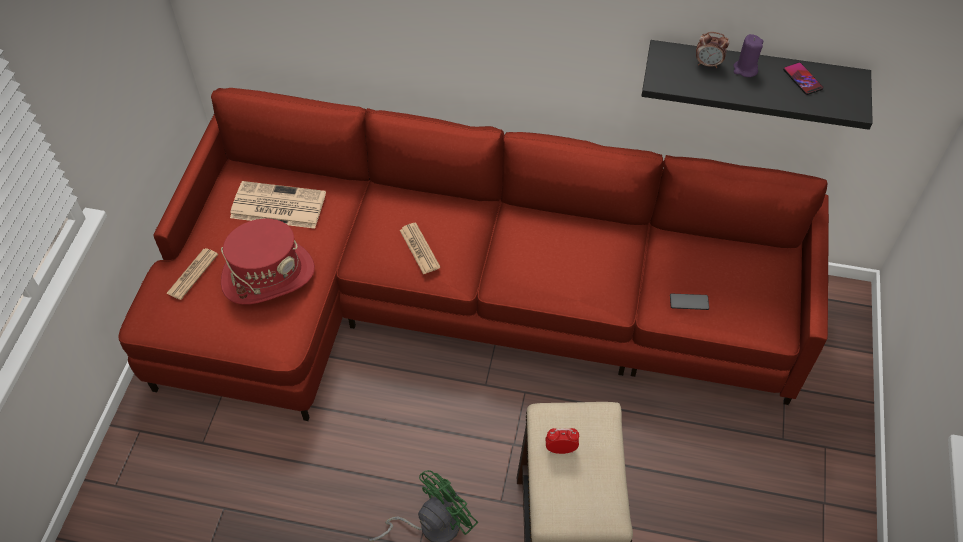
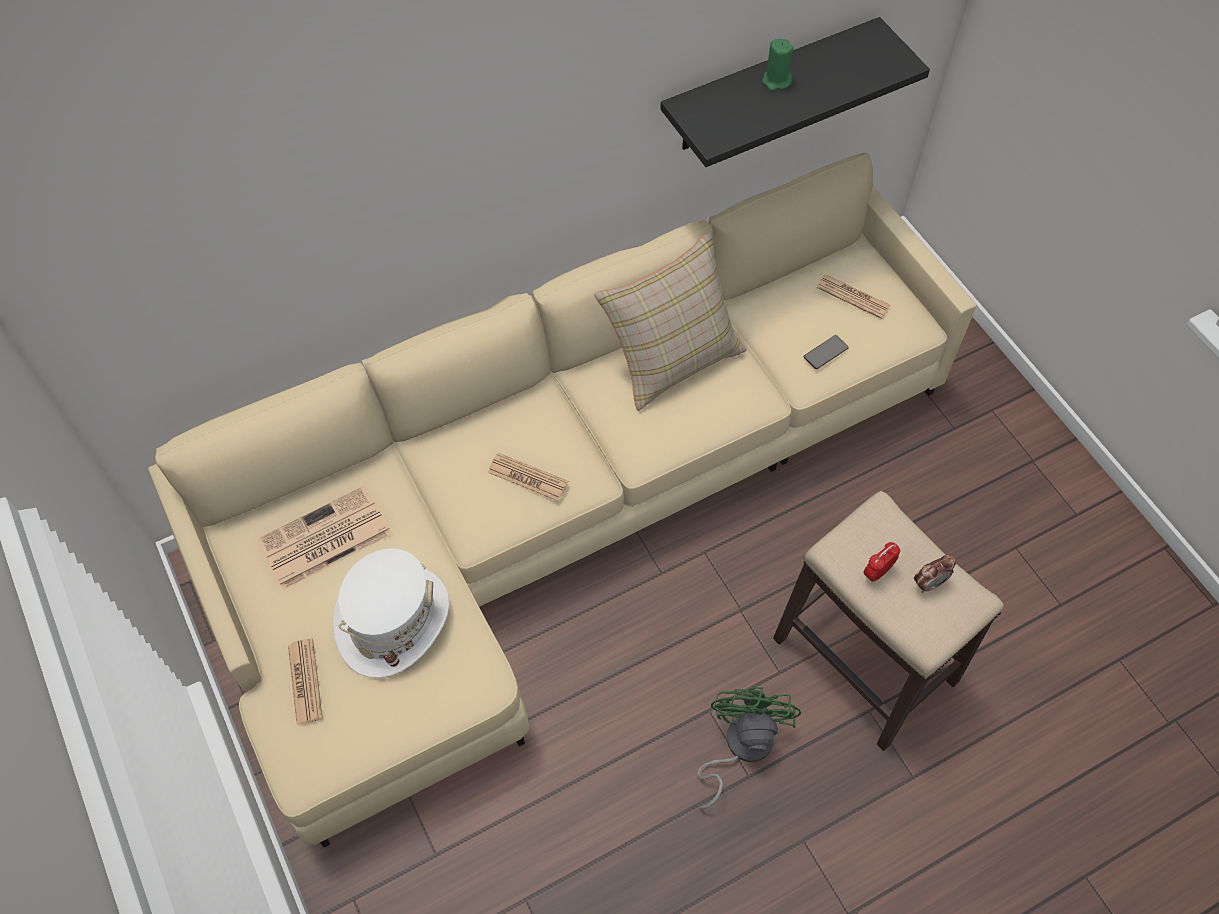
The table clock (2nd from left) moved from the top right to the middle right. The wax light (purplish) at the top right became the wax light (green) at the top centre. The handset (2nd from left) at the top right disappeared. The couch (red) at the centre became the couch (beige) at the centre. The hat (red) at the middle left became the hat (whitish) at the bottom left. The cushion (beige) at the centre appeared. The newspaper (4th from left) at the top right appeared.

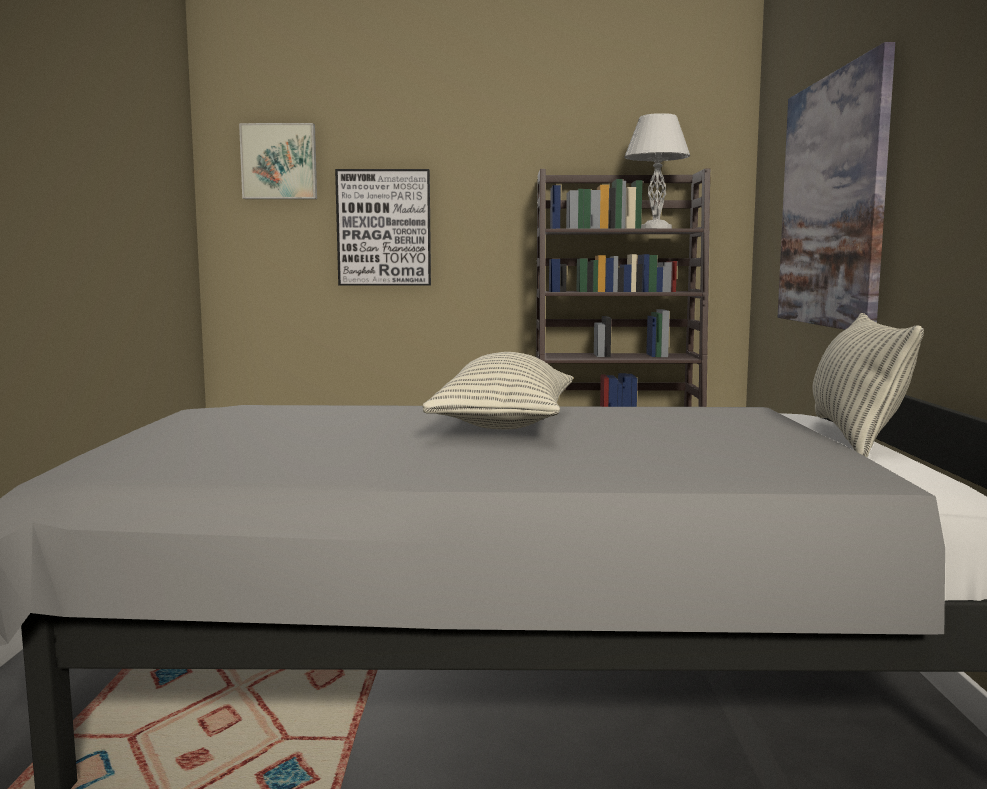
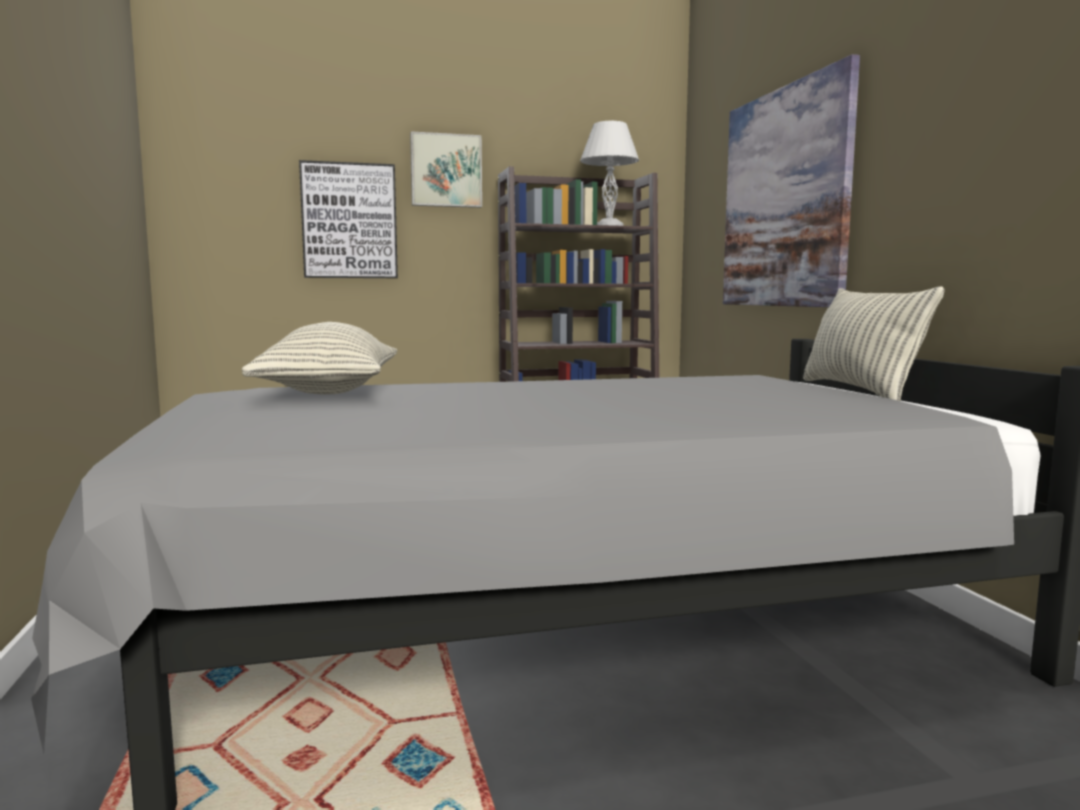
The picture (1st from left in the first image) moved from the top left to the top centre. The cushion (1st from left) moved from the centre to the middle left.

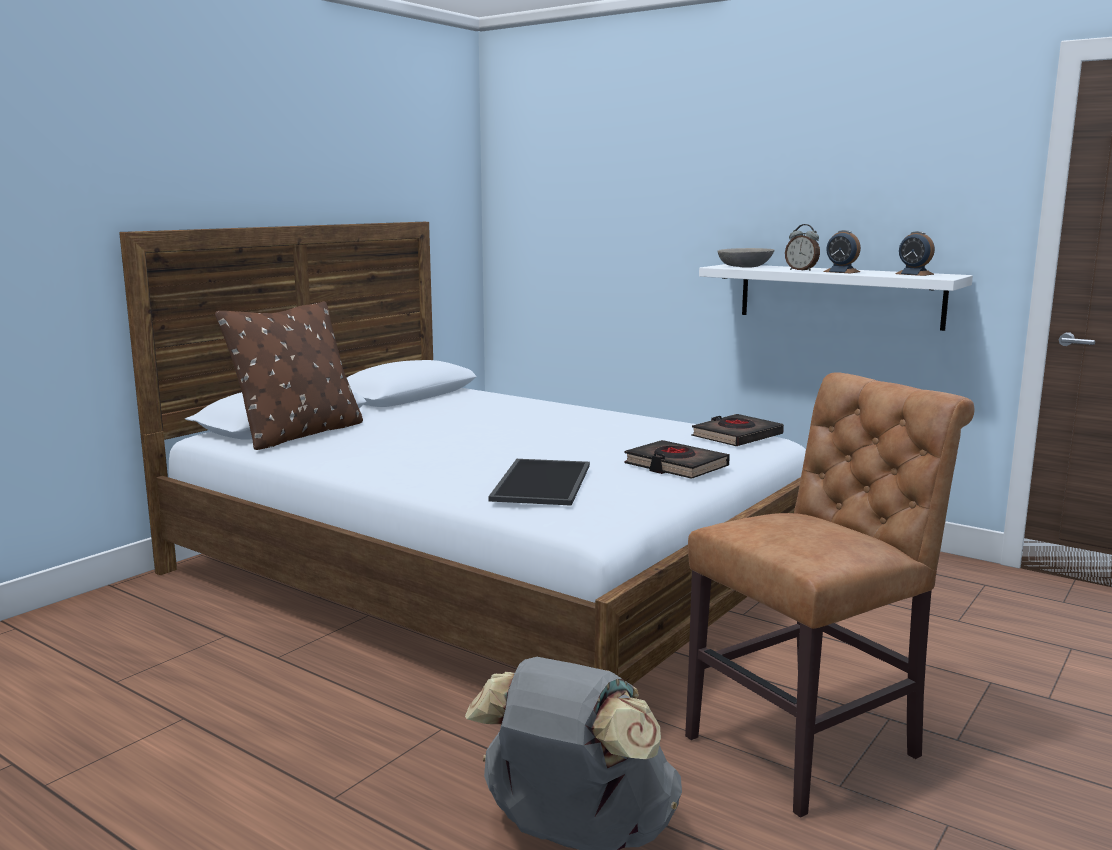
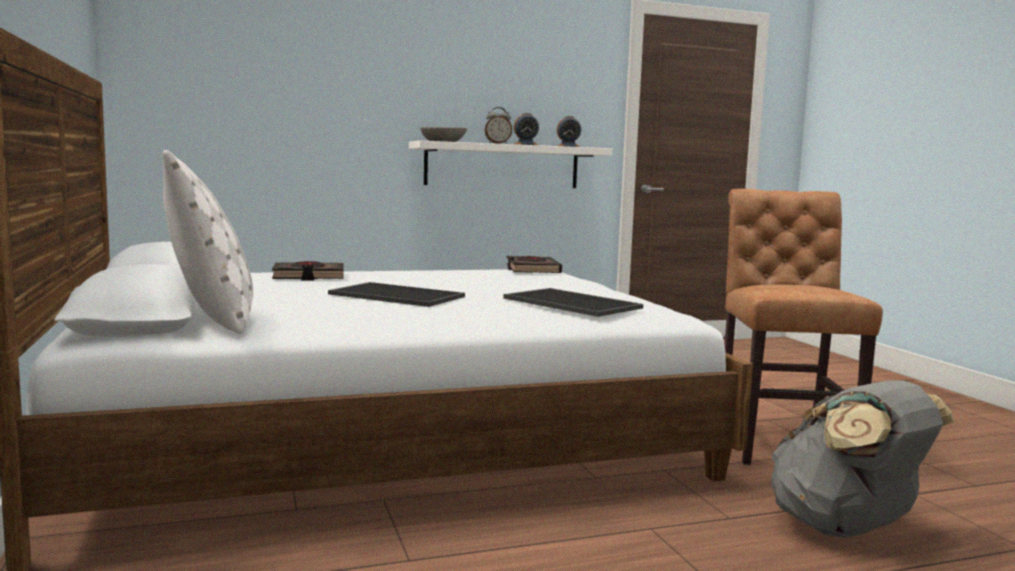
The cushion (brown-coloured) at the middle left became the cushion (whitish) at the middle left. The volume (blackish) (1st from left) moved from the centre to the middle left. The serving tray (1st from left) at the centre appeared.

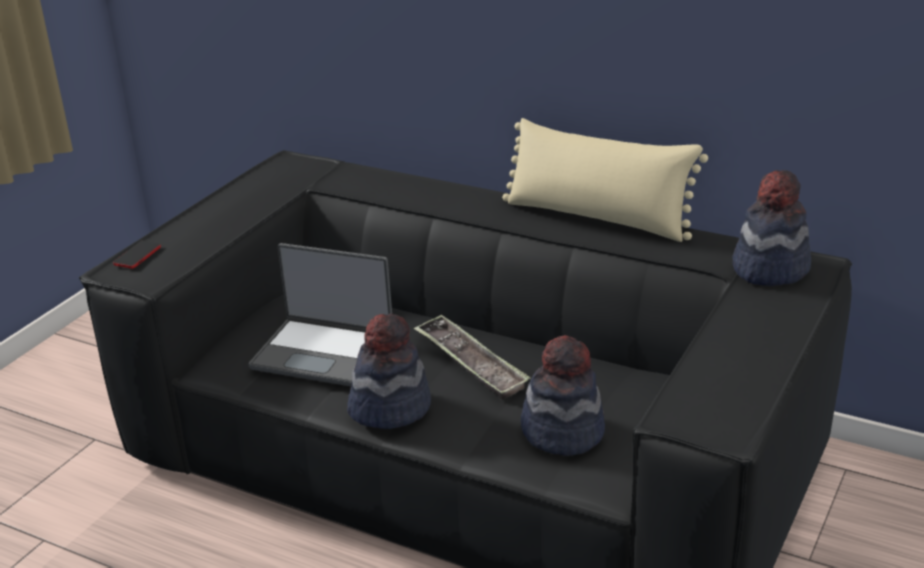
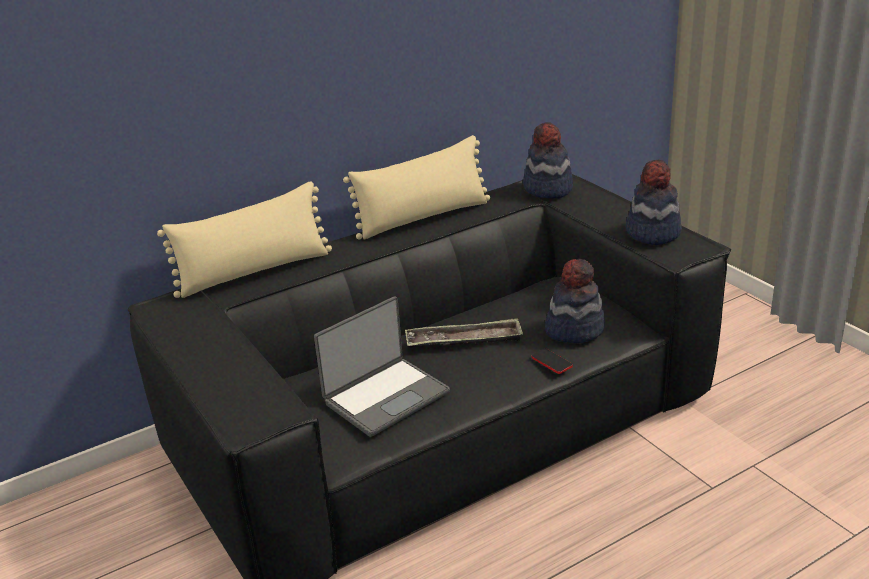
The handset moved from the middle left to the centre. The hat (1st from left in the first image) moved from the centre to the middle right. The cushion (beige) (1st from left) at the middle left appeared.

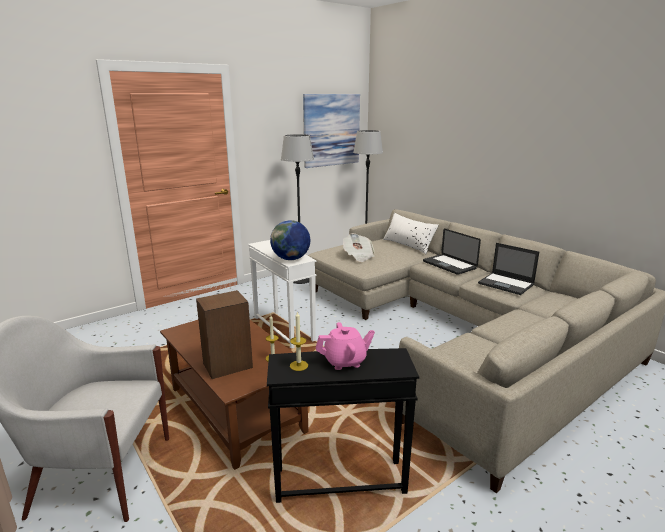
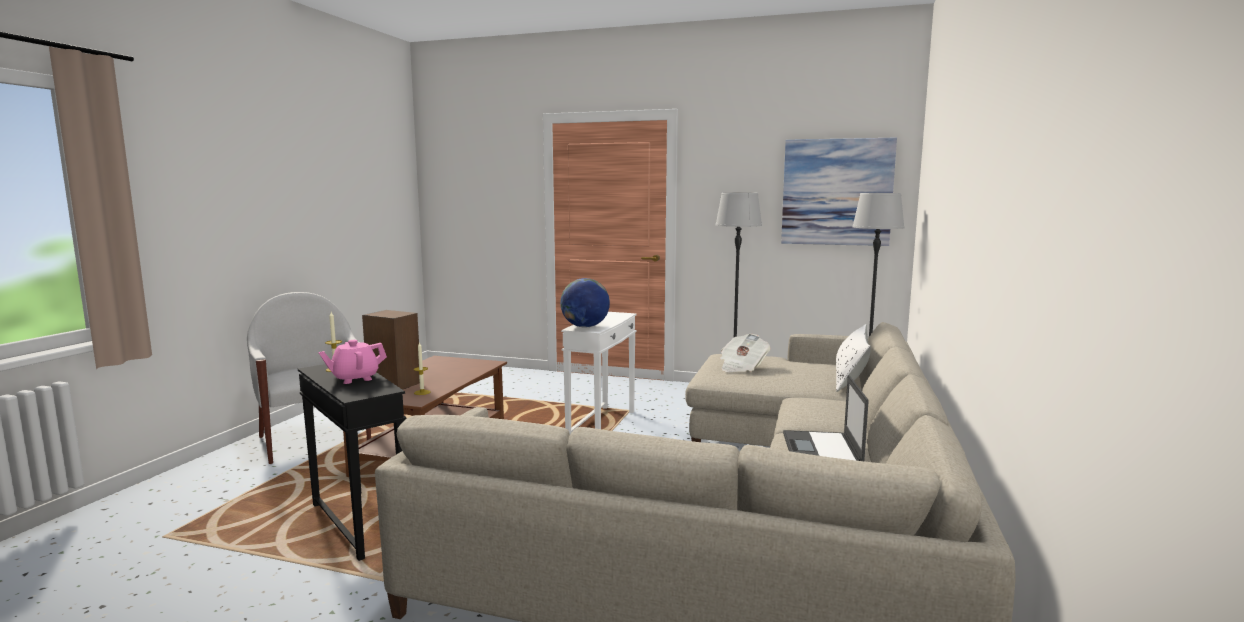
The portable computer (1st from left) at the middle right disappeared. The tea pot (pink) at the centre turned 105 degrees clockwise.

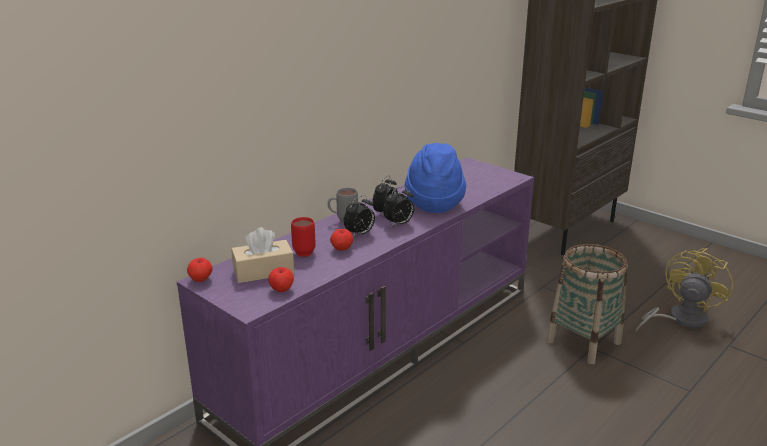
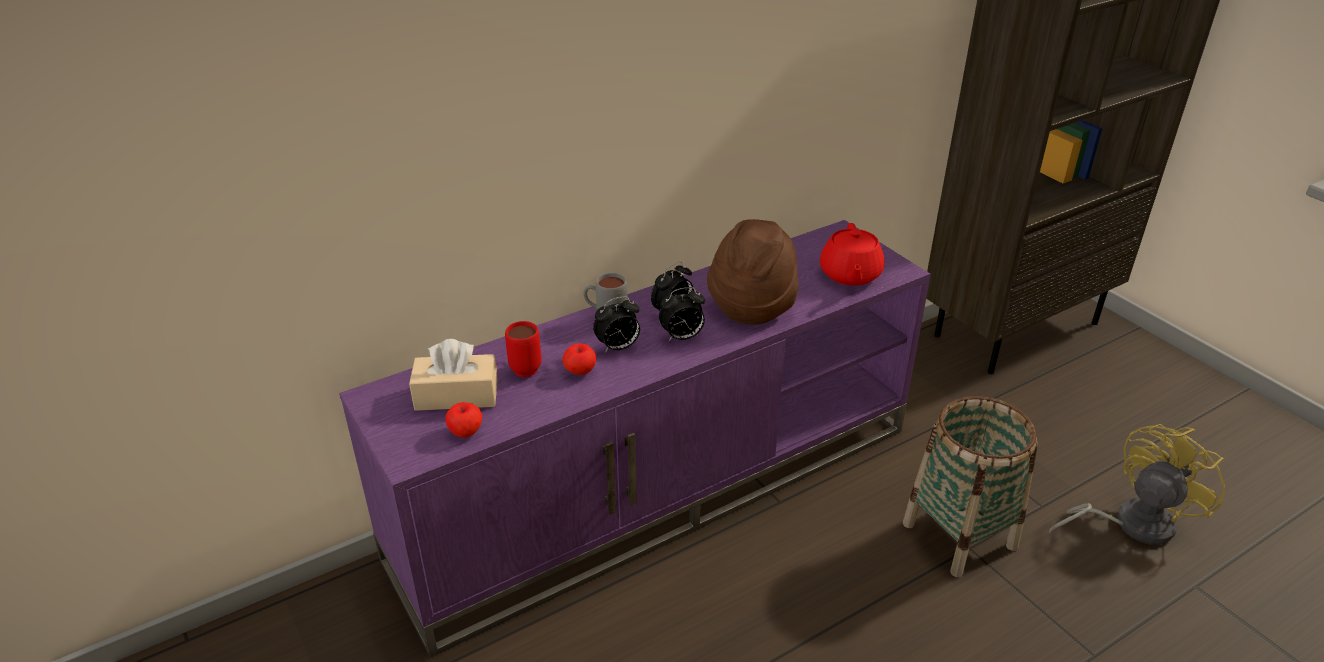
The hat (blue) at the centre became the hat (brown-coloured) at the centre. The apple (1st from left) at the middle left disappeared. The tea pot (red) at the centre appeared.

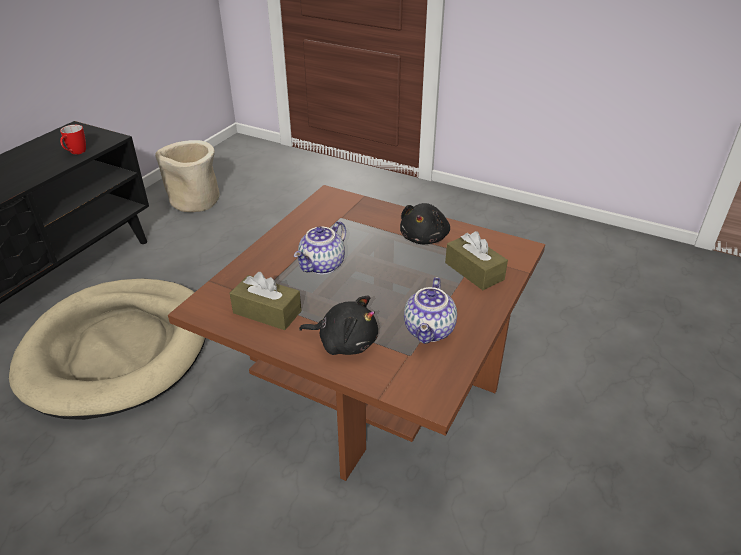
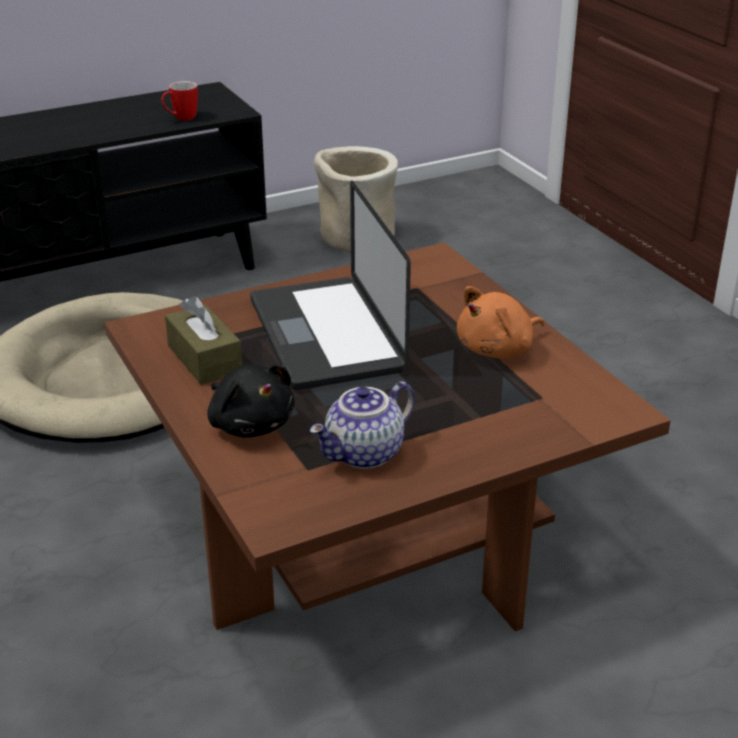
The soft toy (blackish) (2nd from left) at the centre became the soft toy (orange) at the middle right. The tea pot (1st from left) at the centre was replaced by the portable computer at the centre. The box of tissues (brown-coloured) (2nd from left) at the centre disappeared.

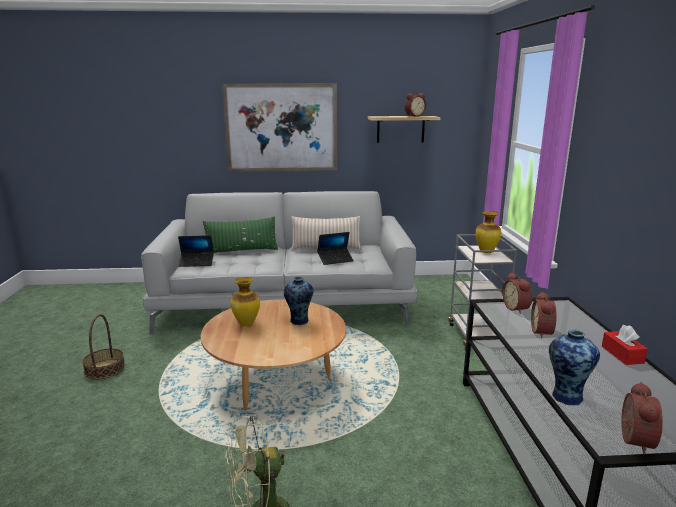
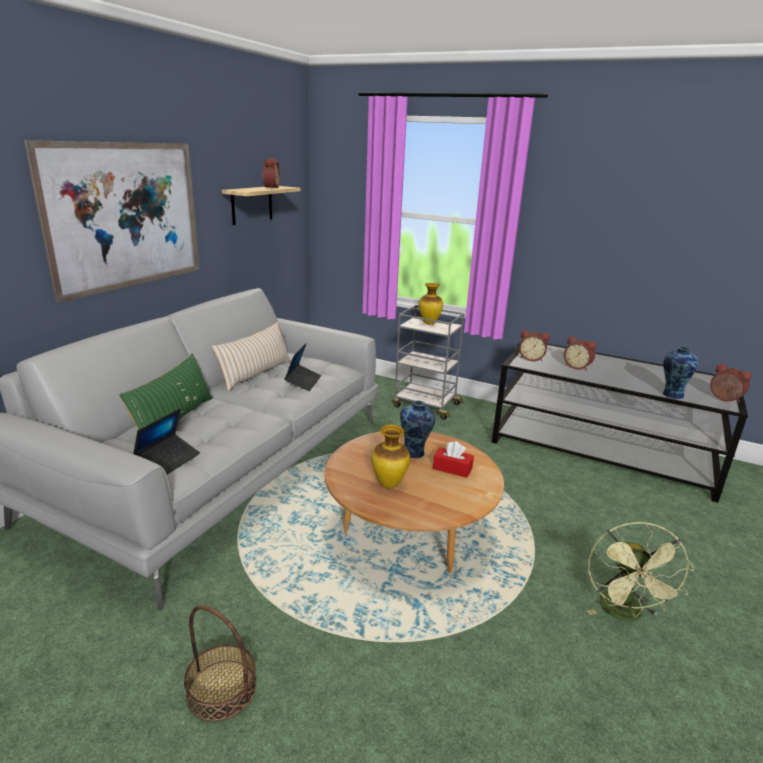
The box of tissues (red) moved from the bottom right to the centre.

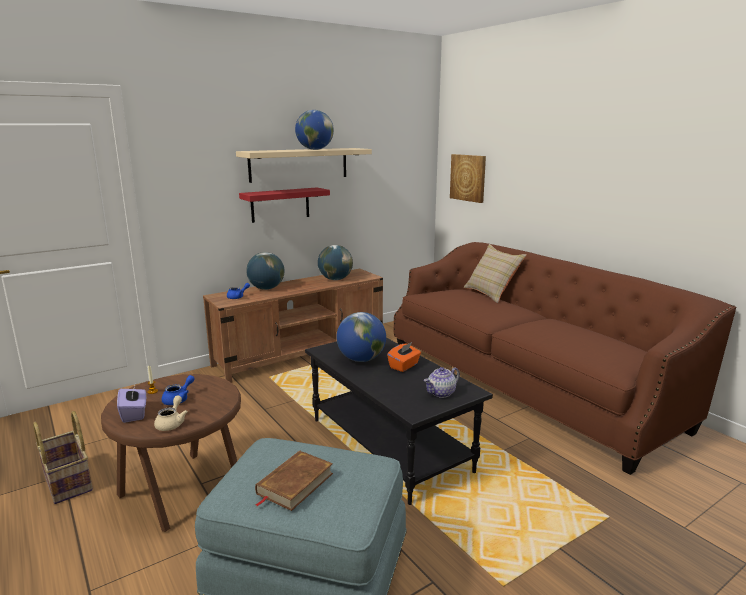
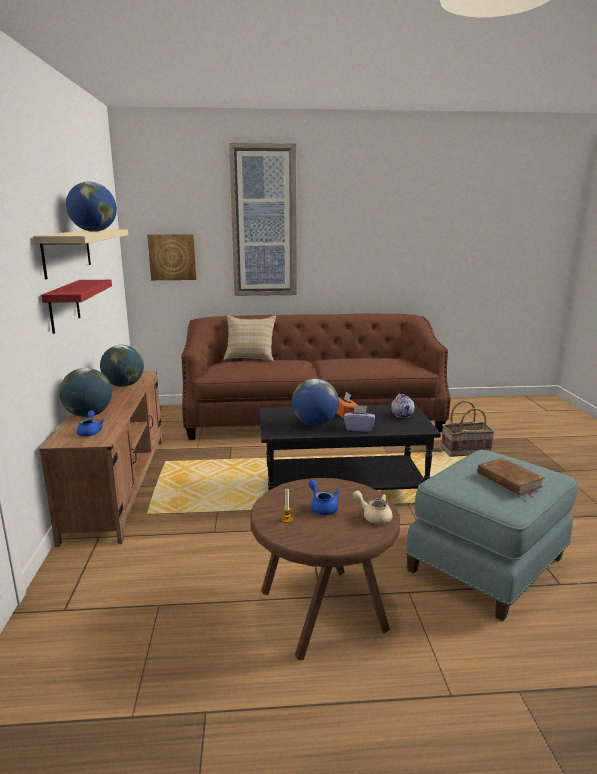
The box of tissues (purplish) moved from the bottom left to the centre. The household basket moved from the bottom left to the middle right. The picture (2nd from left) at the top centre appeared.

